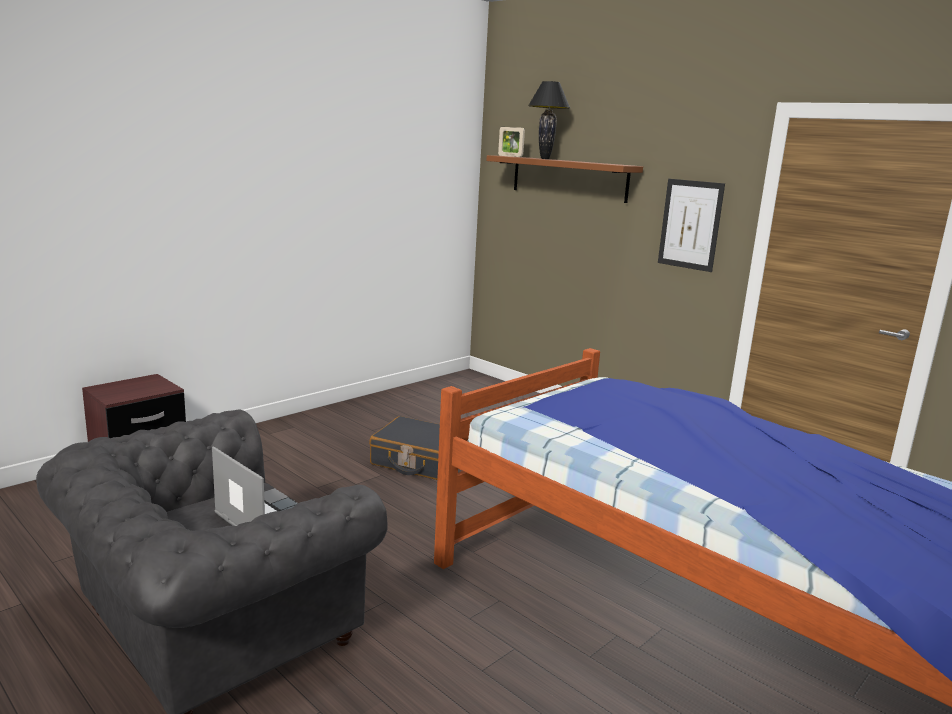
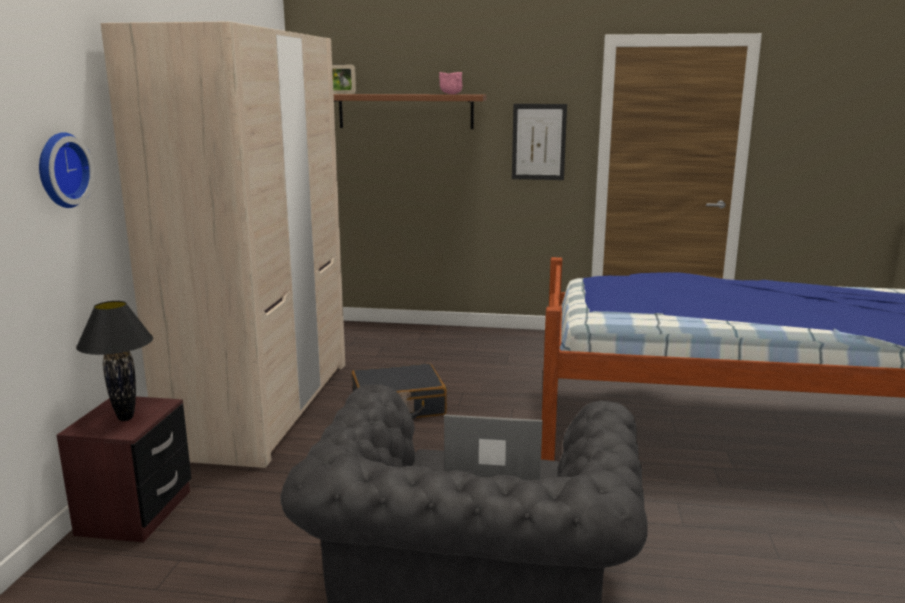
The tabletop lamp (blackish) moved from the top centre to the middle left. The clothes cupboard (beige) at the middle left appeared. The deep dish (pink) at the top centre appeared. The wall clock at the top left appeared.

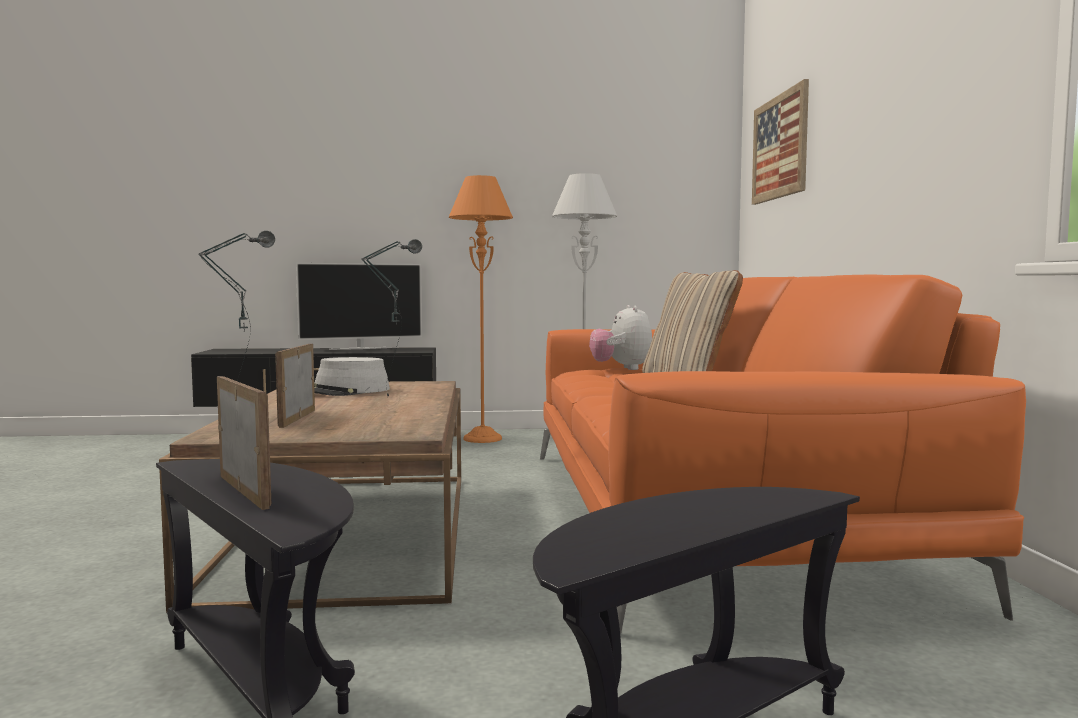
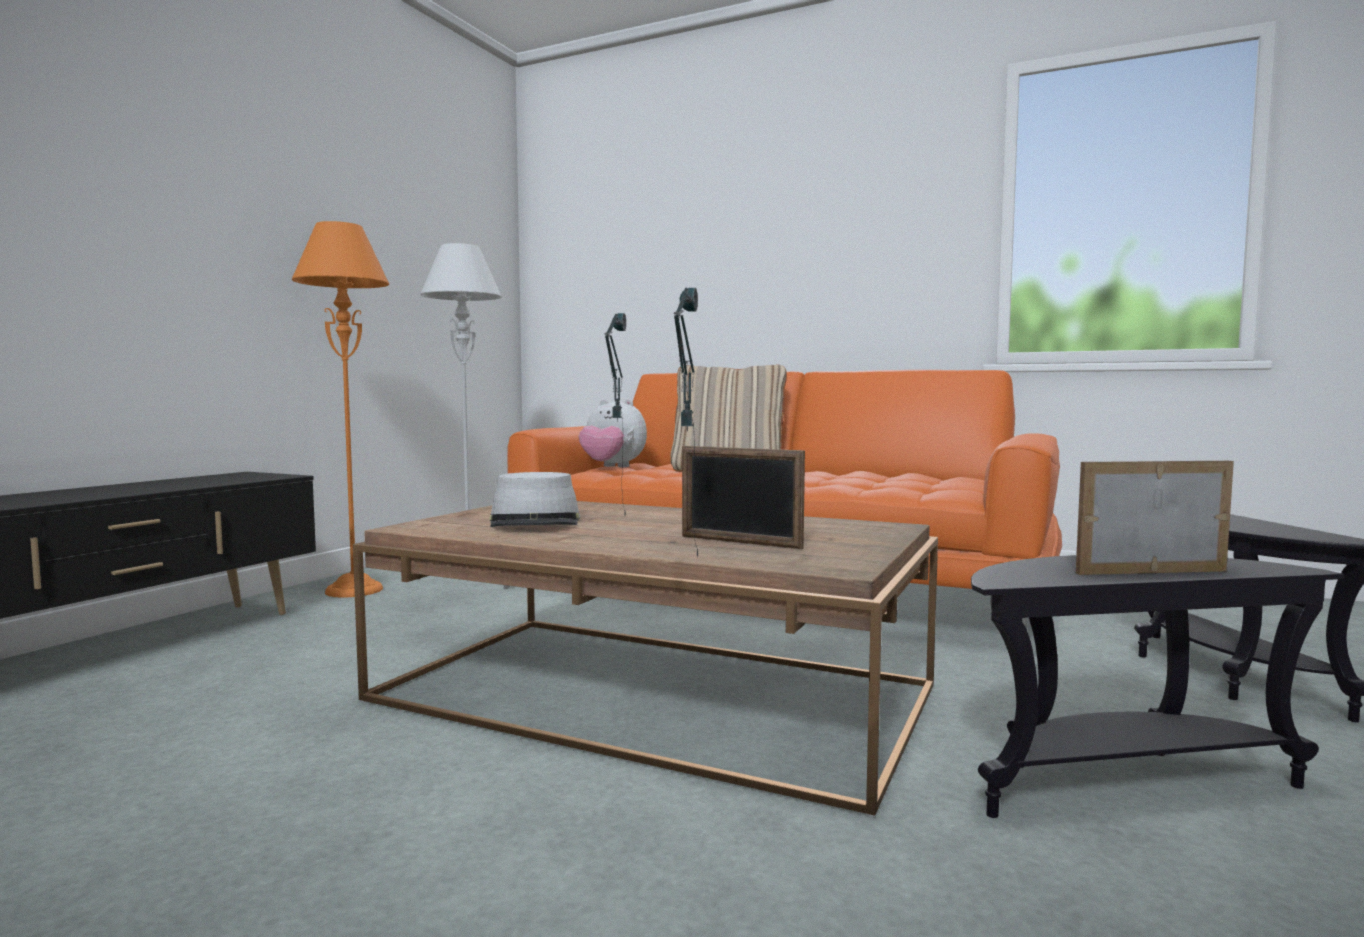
The picture at the top right disappeared. The TV set at the middle left disappeared.

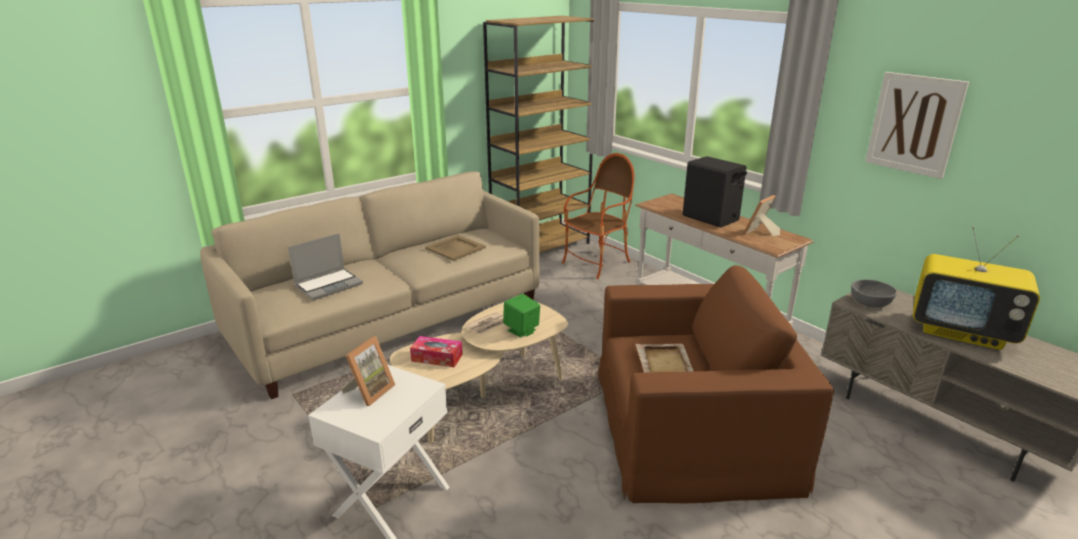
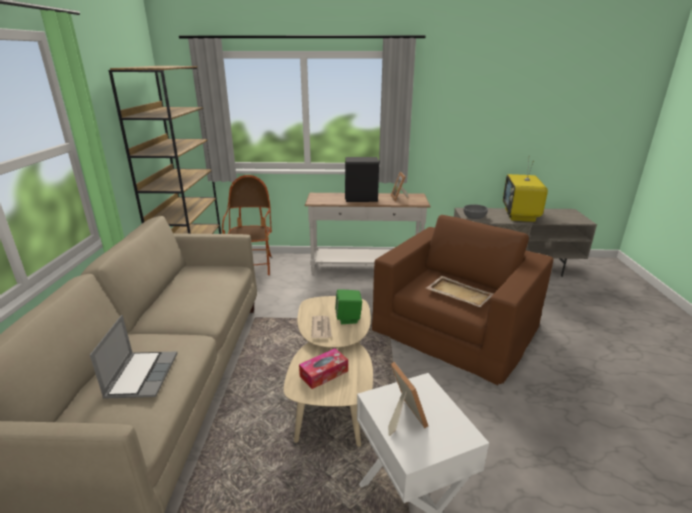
The picture at the top right disappeared. The TV set at the middle right turned 120 degrees clockwise. The serving tray (beige) (1st from left) at the centre disappeared.

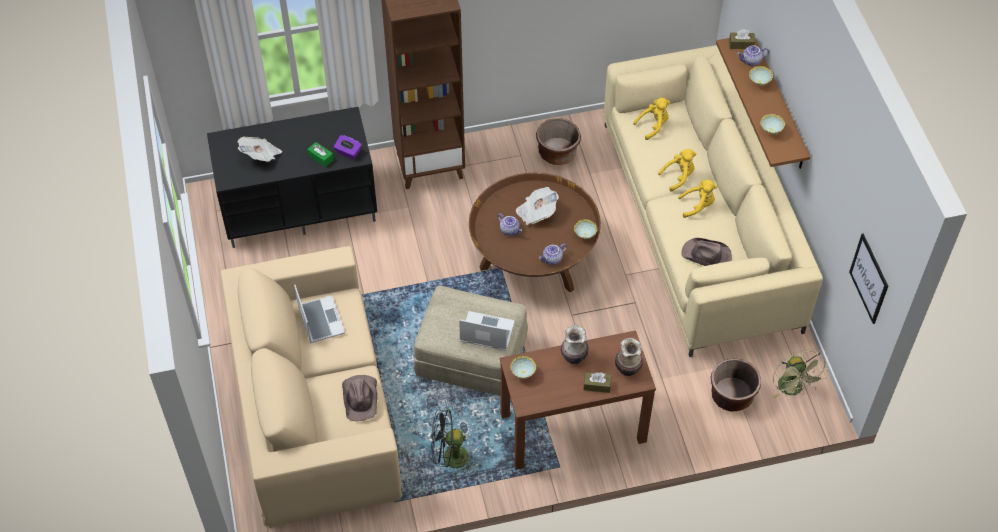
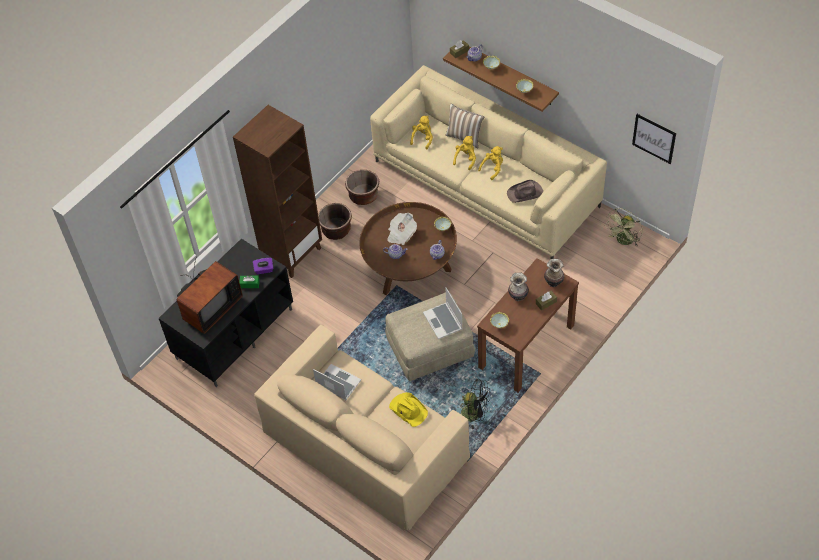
The newspaper (1st from left) at the top left was replaced by the TV set at the middle left. The portable computer (2nd from left) at the centre turned 90 degrees counterclockwise. The cooling fan (green) at the bottom right turned 90 degrees clockwise. The plant pot (brown-coloured) (2nd from left in the first image) moved from the bottom right to the centre. The hat (brown-coloured) (1st from left) at the bottom centre became the hat (yellowish) at the bottom centre. The cooling fan (blackish) at the bottom centre turned 120 degrees counterclockwise. The cushion at the top centre appeared.

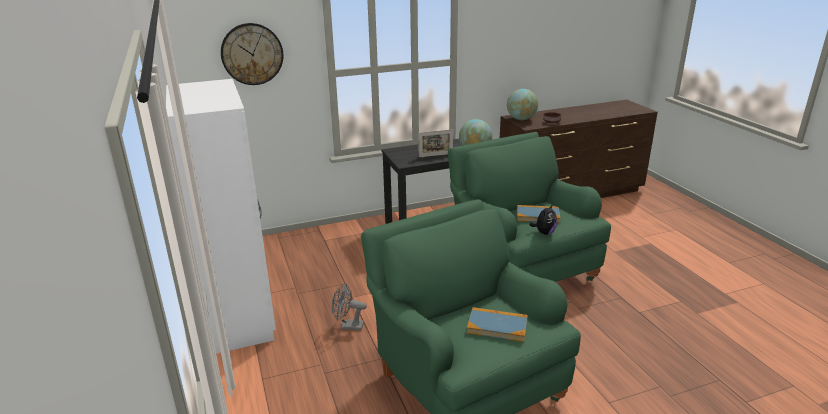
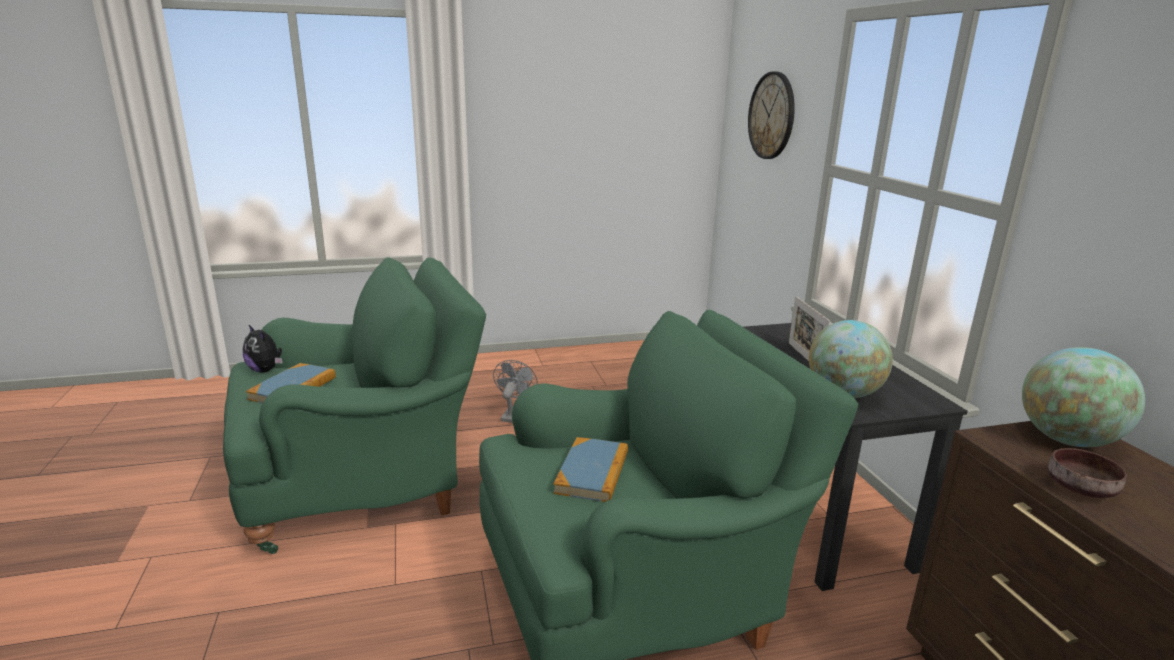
The clothes cupboard (whitish) at the middle left disappeared. The soft toy moved from the centre to the middle left.

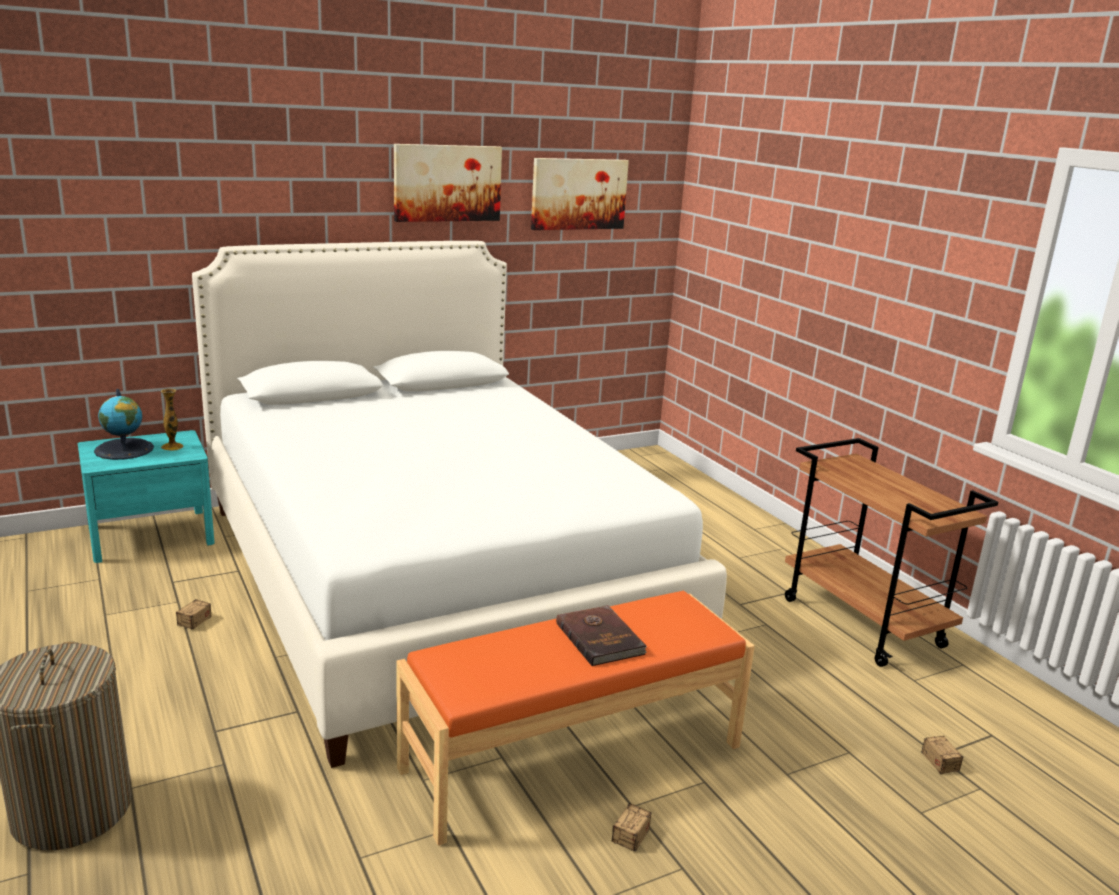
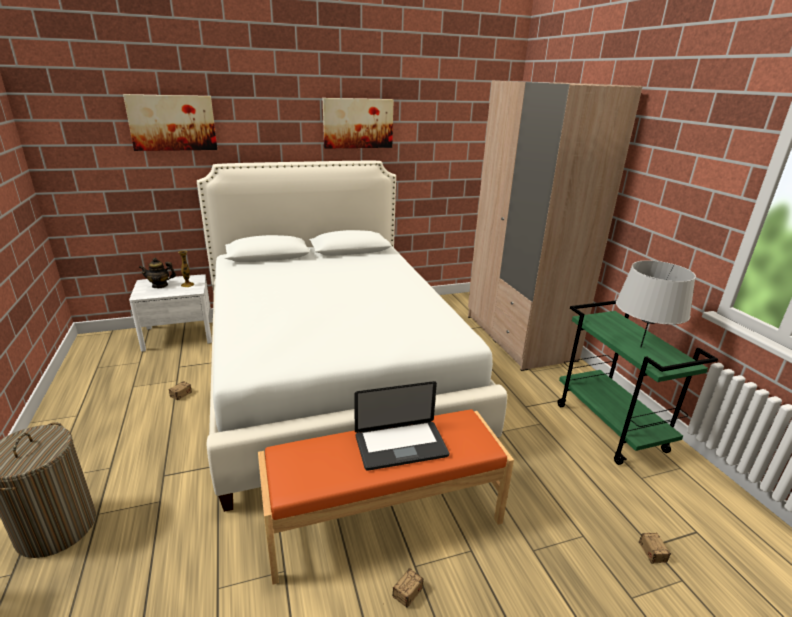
The picture (2nd from left in the first image) moved from the top centre to the top left. The desk globe at the middle left was replaced by the tea pot at the middle left. The bedside table (blue-green) at the middle left became the bedside table (whitish) at the middle left. The trolley (brown-coloured) at the middle right became the trolley (green) at the middle right. The volume (brown-coloured) at the bottom centre was replaced by the portable computer at the bottom centre. The clothes cupboard (beige) at the middle right appeared. The tabletop lamp (greyish) at the middle right appeared.

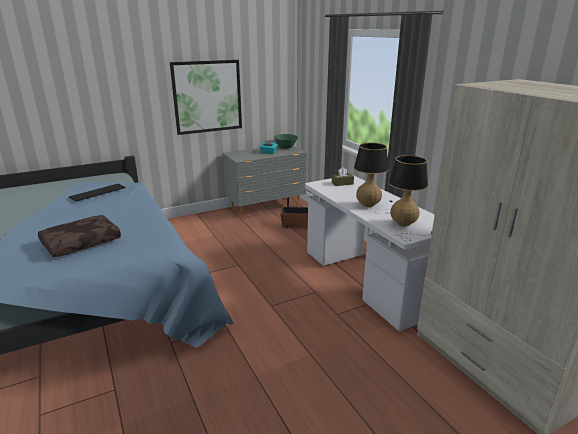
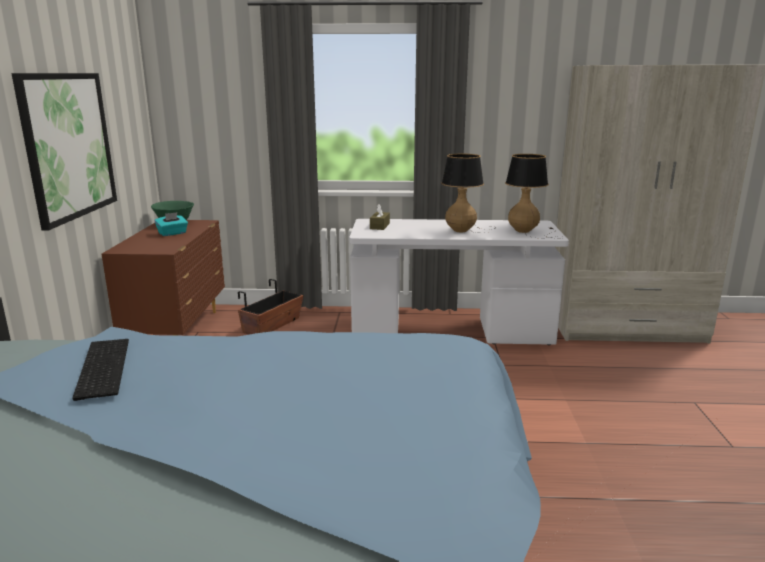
The dresser (greyish) at the centre became the dresser (brown-coloured) at the middle left. The cushion (brown-coloured) at the middle left disappeared.

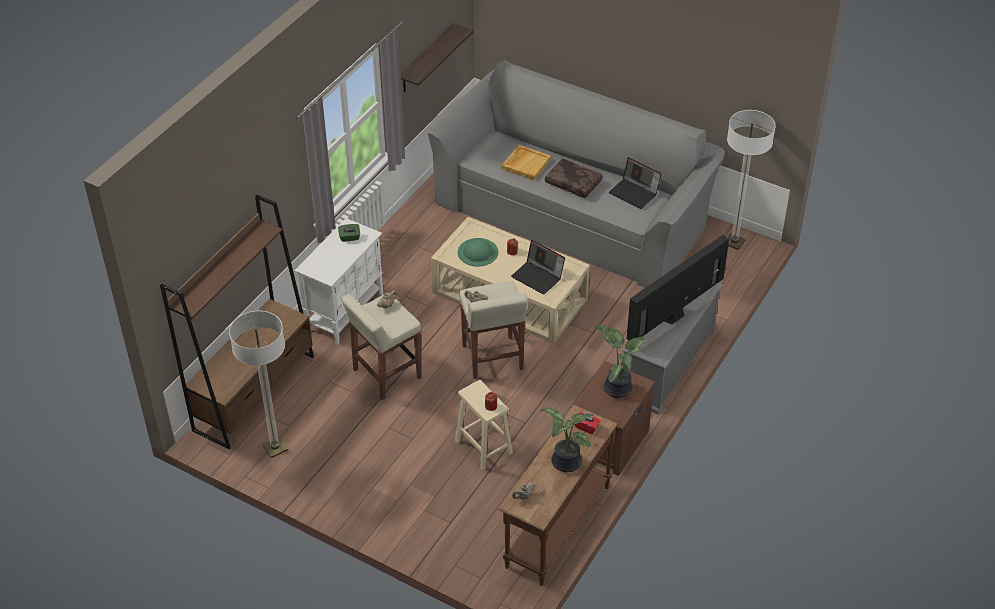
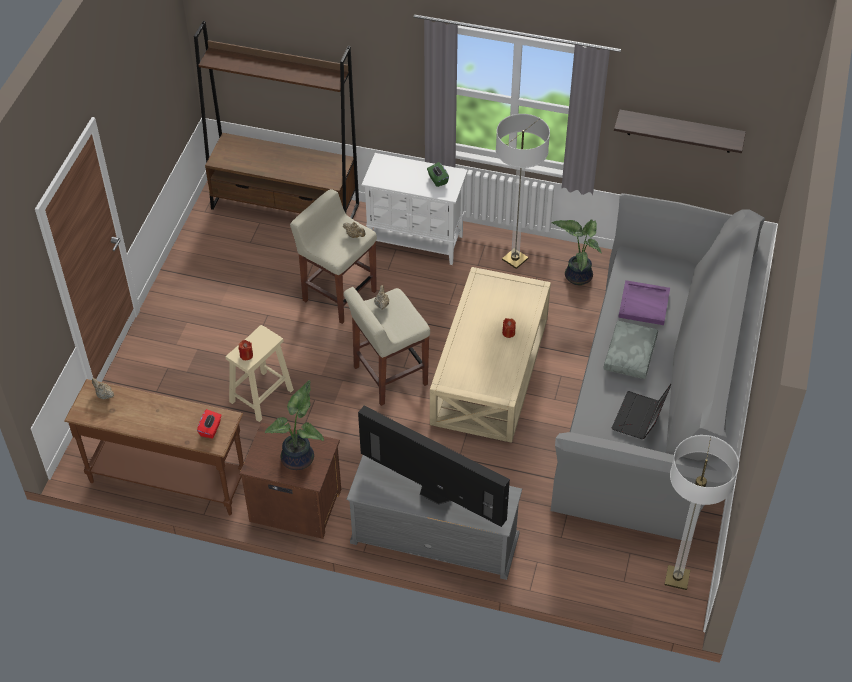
The serving tray (beige) at the top centre became the serving tray (purplish) at the middle right. The cushion (brown-coloured) at the top centre became the cushion (greyish) at the middle right. The hat (green) at the centre disappeared. The portable computer (1st from left) at the centre disappeared. The standing lamp (1st from left) moved from the middle left to the top centre. The houseplant (1st from left in the first image) moved from the bottom centre to the middle right.

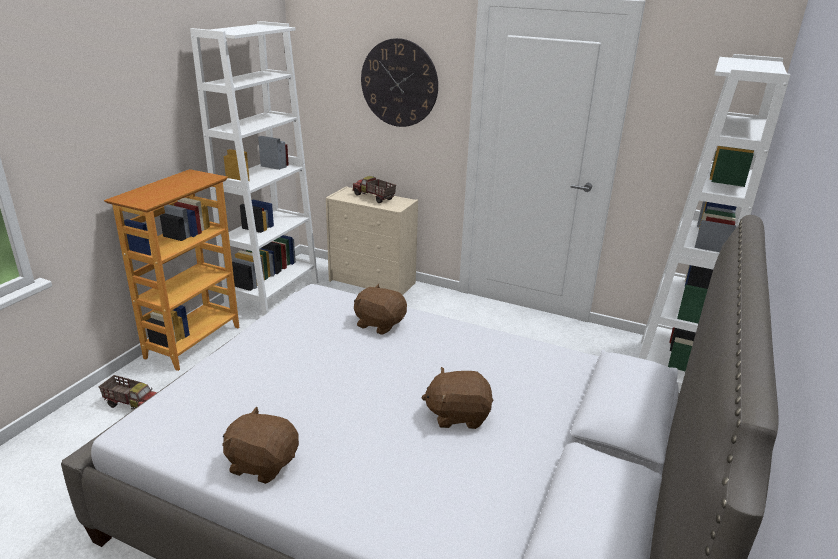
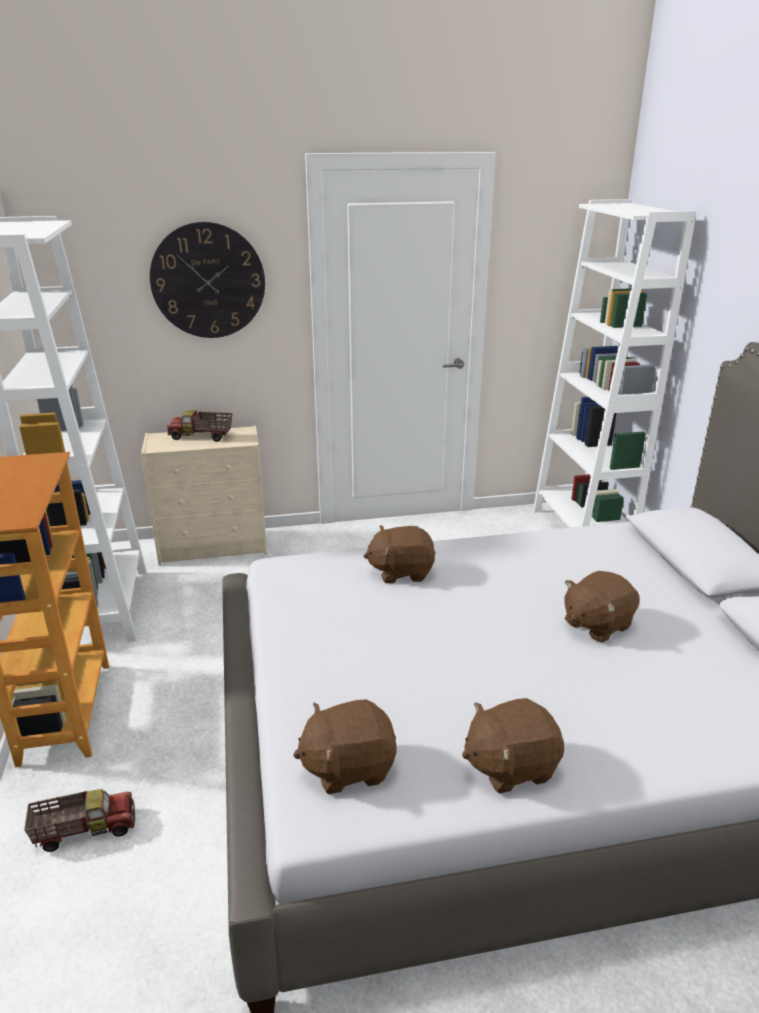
The soft toy (brown-coloured) (1st from left) at the bottom centre appeared.

